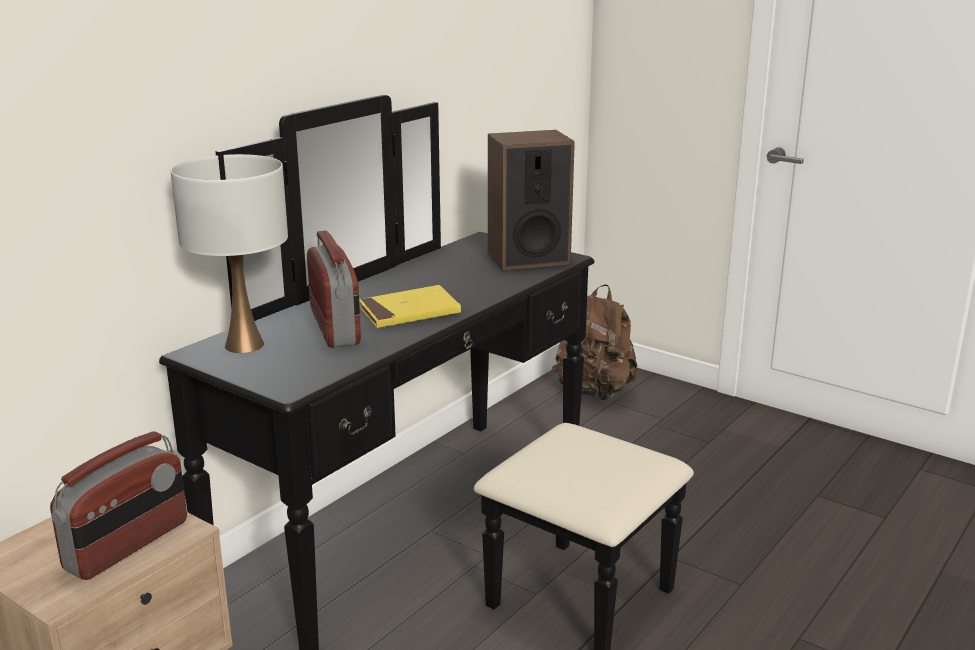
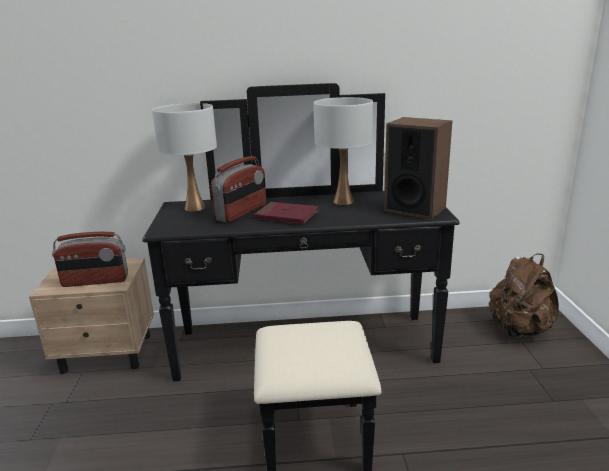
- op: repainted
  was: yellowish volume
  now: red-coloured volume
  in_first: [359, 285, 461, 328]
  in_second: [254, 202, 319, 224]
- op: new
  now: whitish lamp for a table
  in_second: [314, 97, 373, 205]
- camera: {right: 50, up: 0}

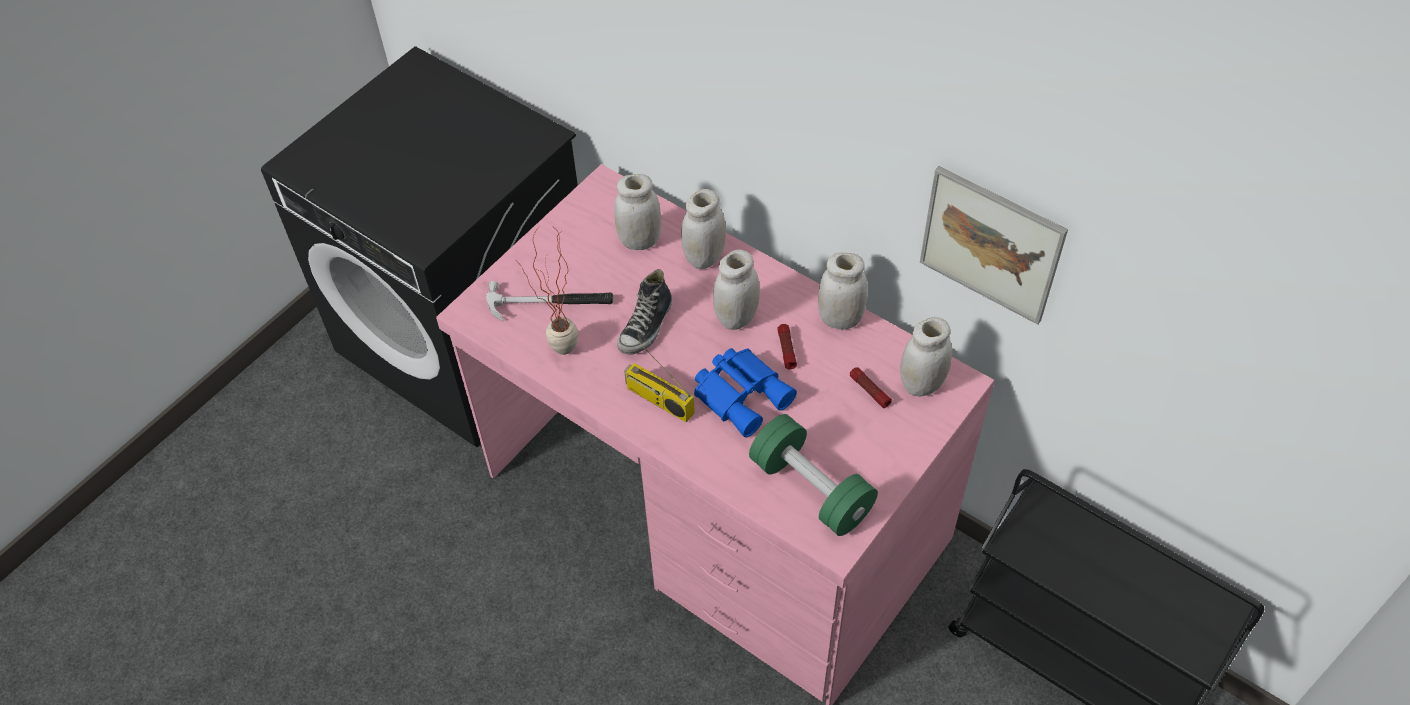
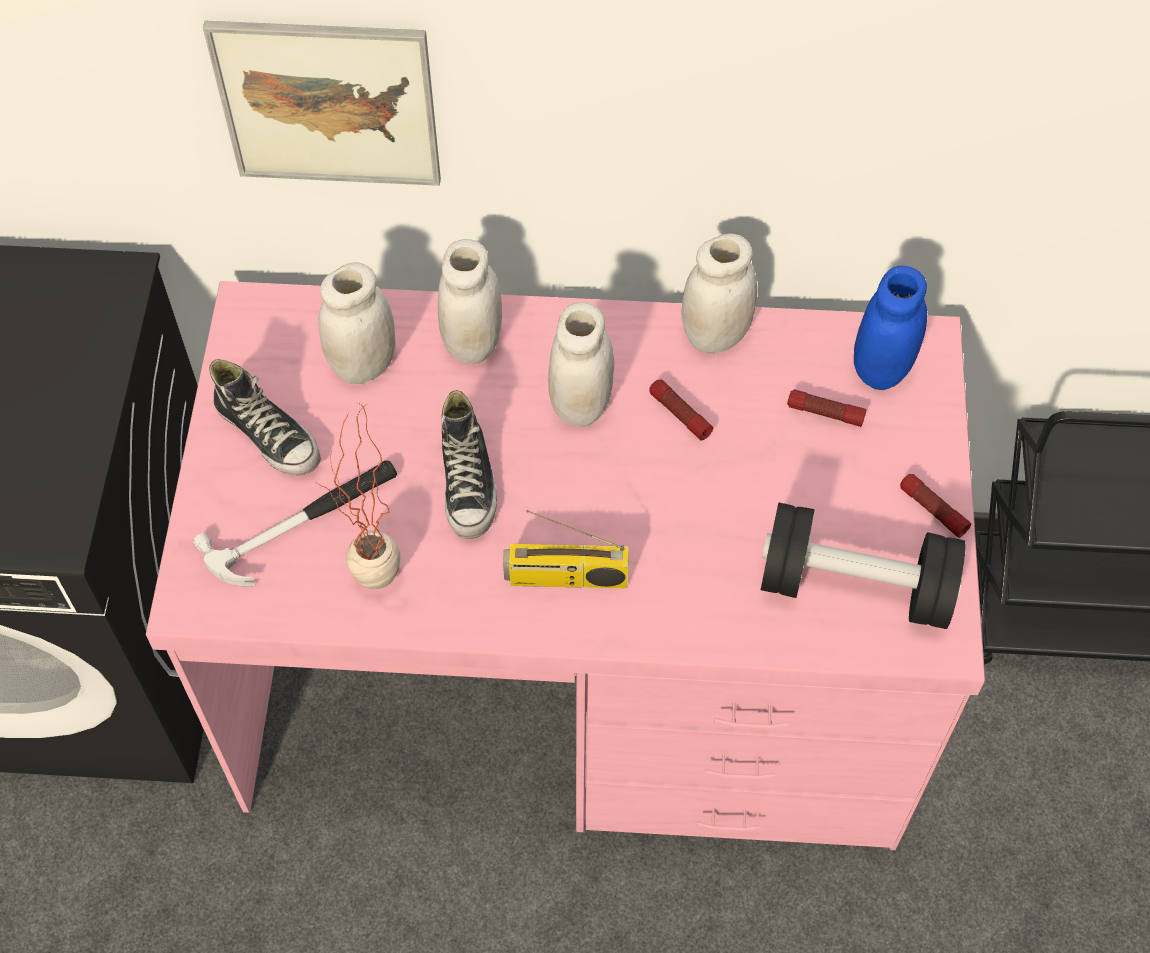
- op: gone
  was: blue-coloured binoculars
  in_first: [694, 348, 797, 437]
- op: repainted
  was: green free weight
  now: black-coloured free weight
  in_first: [749, 414, 878, 536]
  in_second: [761, 502, 965, 629]
- op: repainted
  was: whitish preserve jar
  now: blue-coloured preserve jar
  in_first: [900, 317, 952, 397]
  in_second: [854, 266, 927, 390]
- op: shifted
  was: picture
  in_first: [920, 166, 1068, 325]
  in_second: [203, 21, 441, 186]
- op: new
  now: item of footwear
  in_second: [210, 359, 321, 476]
- op: new
  now: torch
  in_second: [900, 474, 971, 538]
- camera: {right: -35, up: 5}

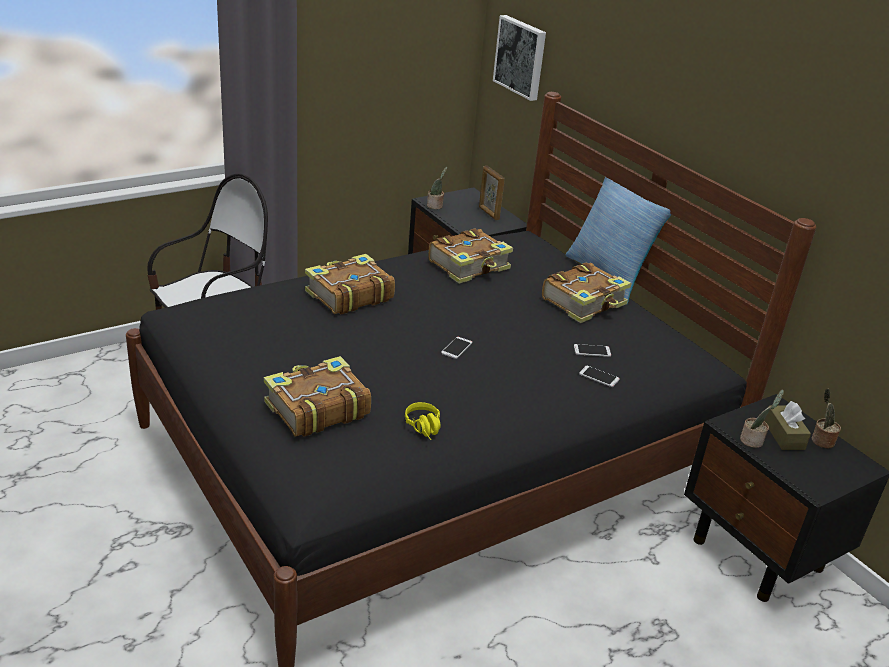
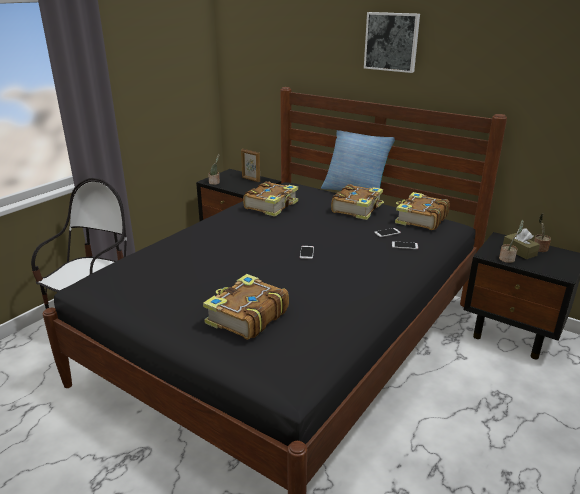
- op: shifted
  was: volume
  in_first: [305, 254, 395, 314]
  in_second: [395, 192, 449, 230]
- op: gone
  was: yellowish headset
  in_first: [405, 402, 441, 440]
- op: shifted
  was: picture
  in_first: [493, 15, 546, 101]
  in_second: [364, 12, 420, 73]
- camera: {right: -20, up: -5}

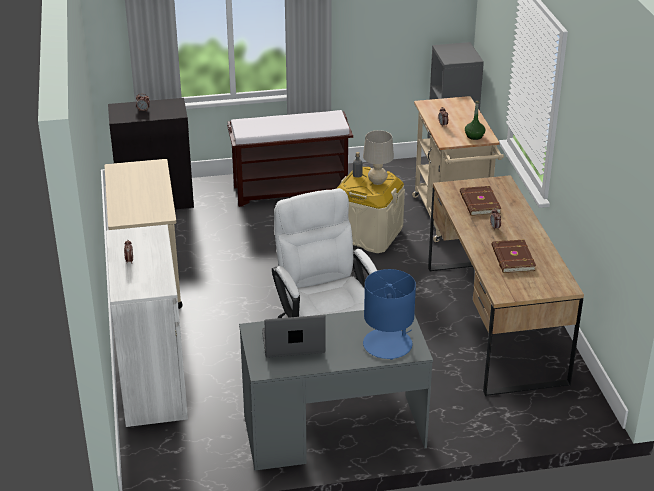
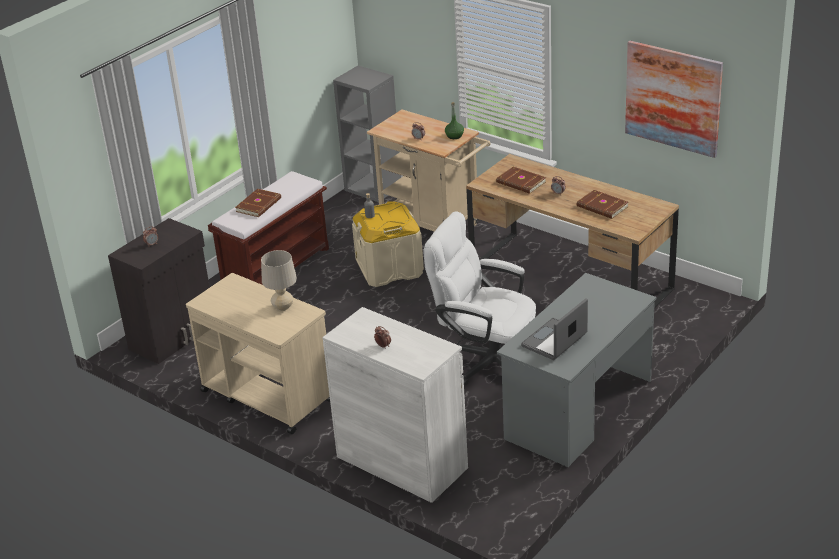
- op: shifted
  was: sand-coloured lamp for a table
  in_first: [363, 130, 394, 185]
  in_second: [261, 250, 297, 311]
- op: gone
  was: blue-coloured lamp for a table
  in_first: [363, 269, 416, 360]
- op: new
  now: brown-coloured volume
  in_second: [235, 189, 281, 217]
- op: new
  now: picture
  in_second: [625, 40, 723, 158]
- camera: {right: -40, up: 0}

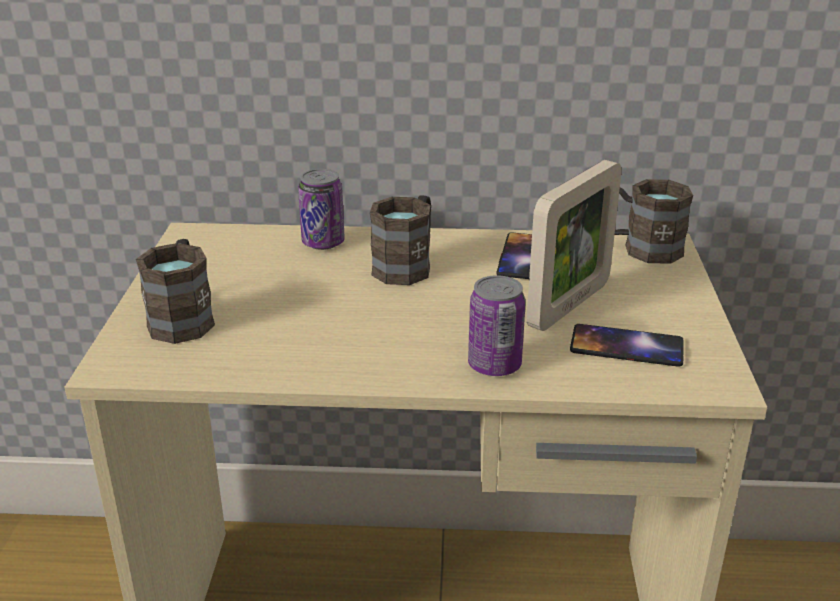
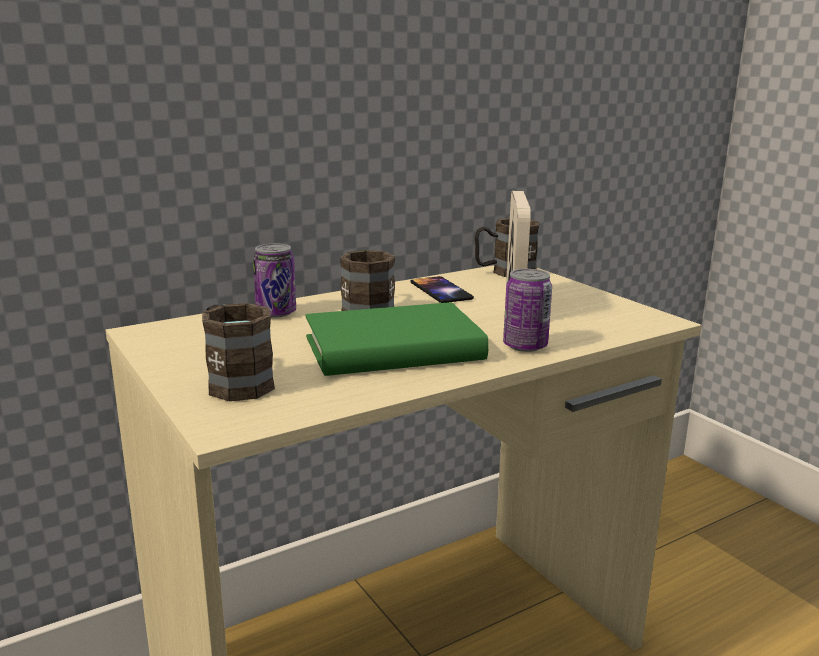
- op: gone
  was: telephone
  in_first: [570, 324, 684, 367]
- op: new
  now: green volume
  in_second: [306, 302, 489, 376]
- camera: {right: -35, up: -10}

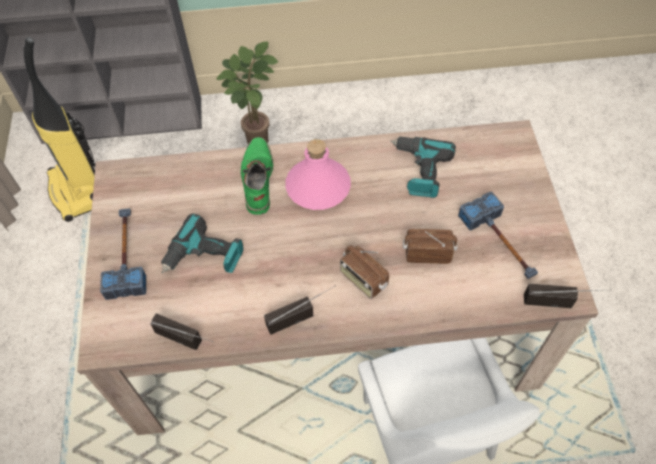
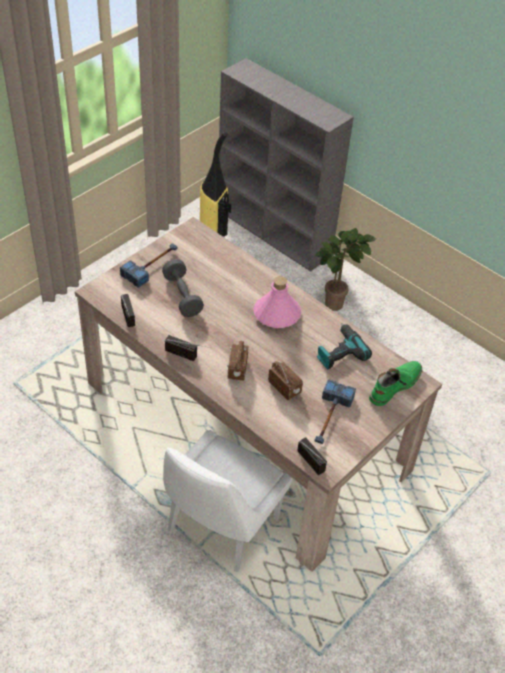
- op: swapped
  was: electric drill
  now: gray free weight
  in_first: [161, 213, 243, 274]
  in_second: [162, 259, 204, 317]
- op: shifted
  was: green tall boot
  in_first: [241, 137, 273, 214]
  in_second: [369, 361, 422, 406]
- camera: {right: 45, up: -10}

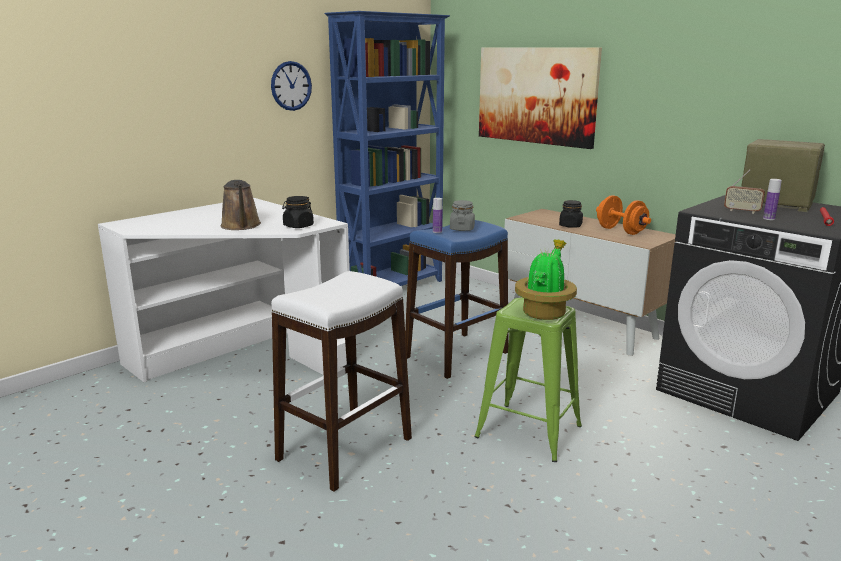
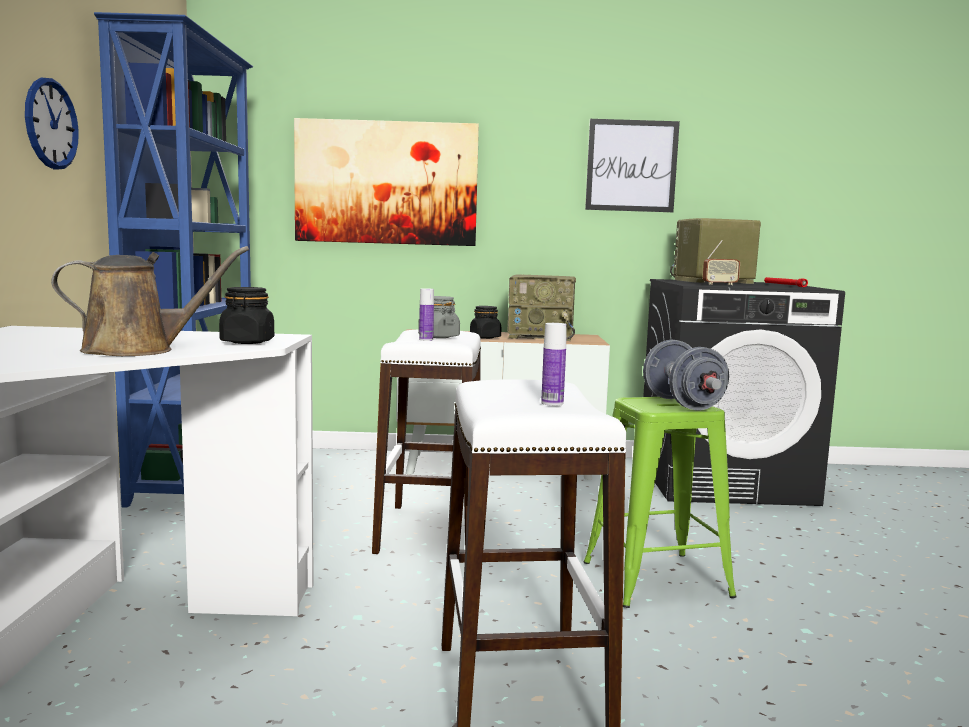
- op: rotated
  was: brown-coloured watering can
  in_first: [221, 180, 261, 230]
  in_second: [51, 246, 249, 356]
  clockwise: -45
- op: repainted
  was: blue-coloured stool
  now: whitish stool
  in_first: [405, 220, 508, 379]
  in_second: [372, 330, 481, 554]
- op: swapped
  was: potted plant
  now: gray free weight
  in_first: [515, 239, 577, 320]
  in_second: [643, 340, 729, 410]
- op: swapped
  was: orangey free weight
  now: radio
  in_first: [596, 195, 651, 235]
  in_second: [507, 274, 576, 341]
- op: shifted
  was: bottle
  in_first: [763, 179, 782, 220]
  in_second: [541, 323, 567, 406]
- op: new
  now: picture
  in_second: [585, 119, 680, 212]
- camera: {right: -45, up: -10}

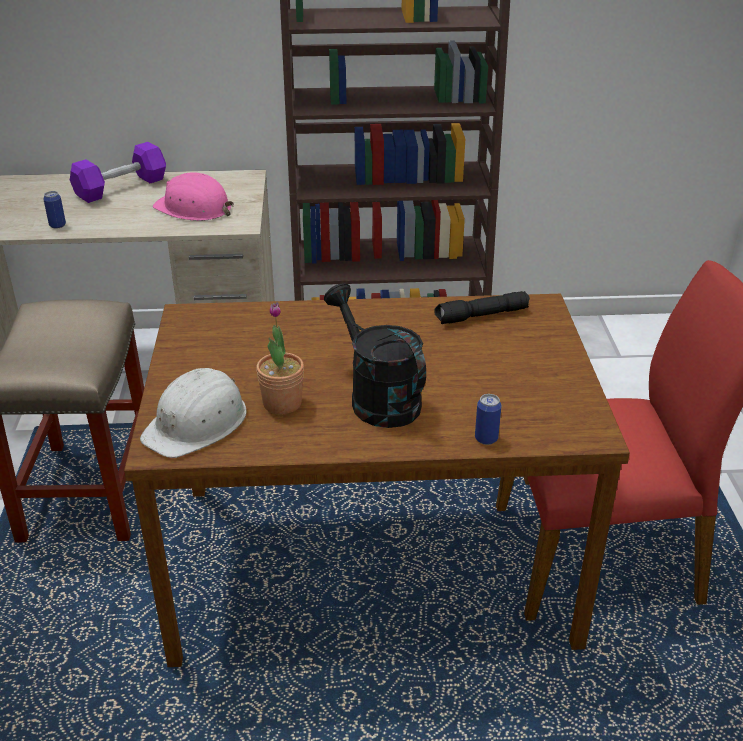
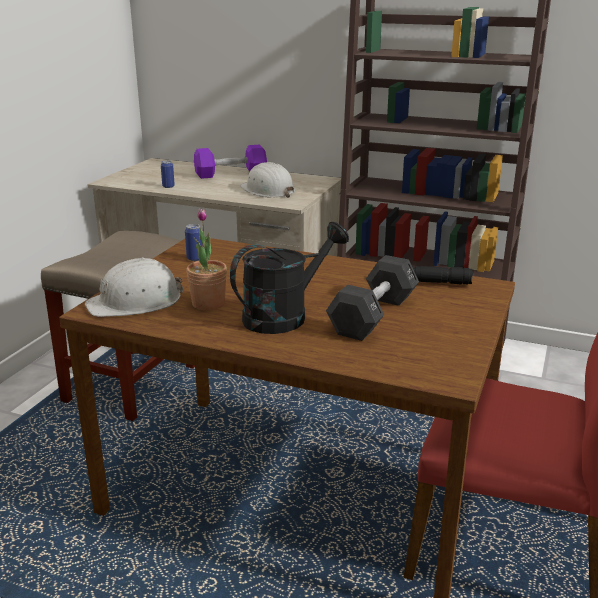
- op: repainted
  was: pinkish safety helmet
  now: whitish safety helmet
  in_first: [153, 172, 234, 221]
  in_second: [240, 162, 295, 198]
- op: rotated
  was: black-coloured watering can
  in_first: [324, 283, 426, 428]
  in_second: [230, 222, 349, 334]
  clockwise: 60
- op: shifted
  was: sealed can
  in_first: [475, 394, 502, 445]
  in_second: [185, 224, 203, 261]
- op: new
  now: black-coloured free weight
  in_second: [326, 255, 419, 341]
- camera: {right: 25, up: -10}

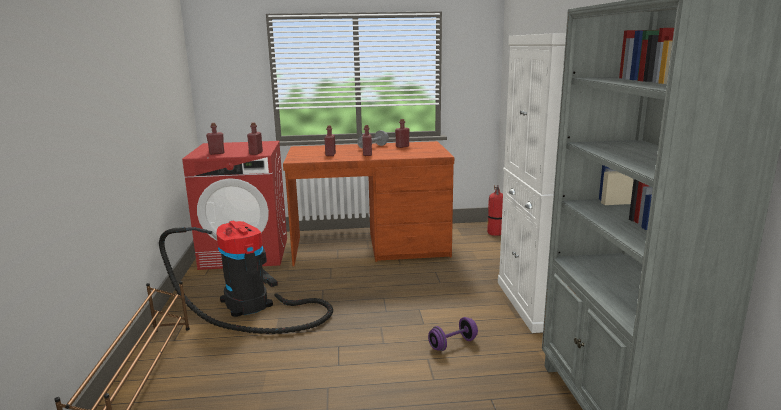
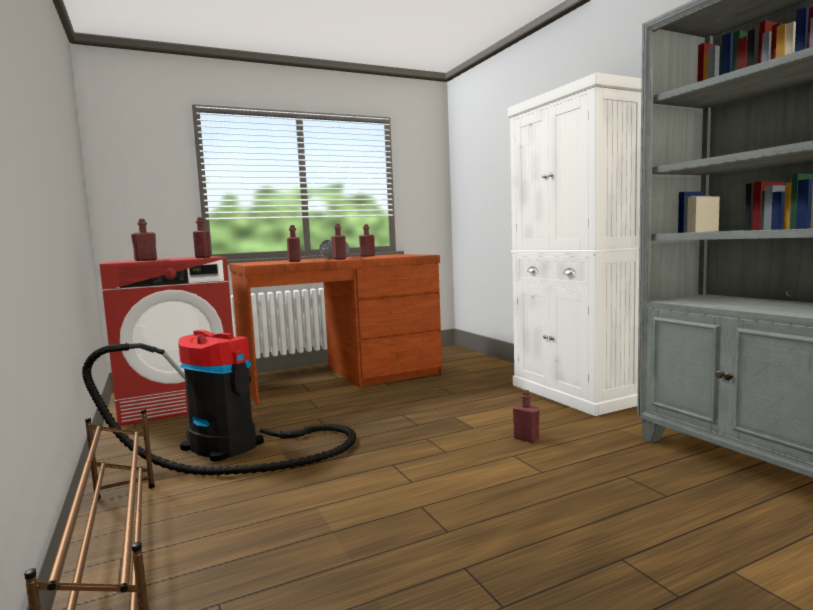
- op: swapped
  was: purplish free weight
  now: red-coloured bottle
  in_first: [428, 317, 478, 351]
  in_second: [513, 390, 540, 443]
- op: gone
  was: fire extinguisher
  in_first: [487, 185, 503, 236]
- camera: {right: -20, up: -10}

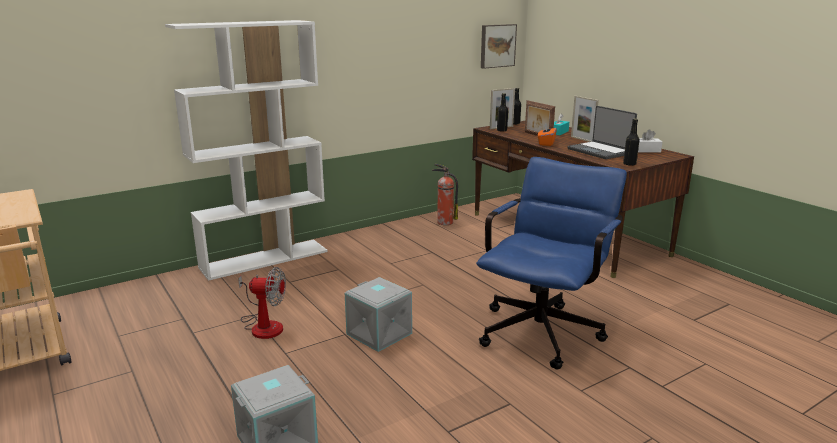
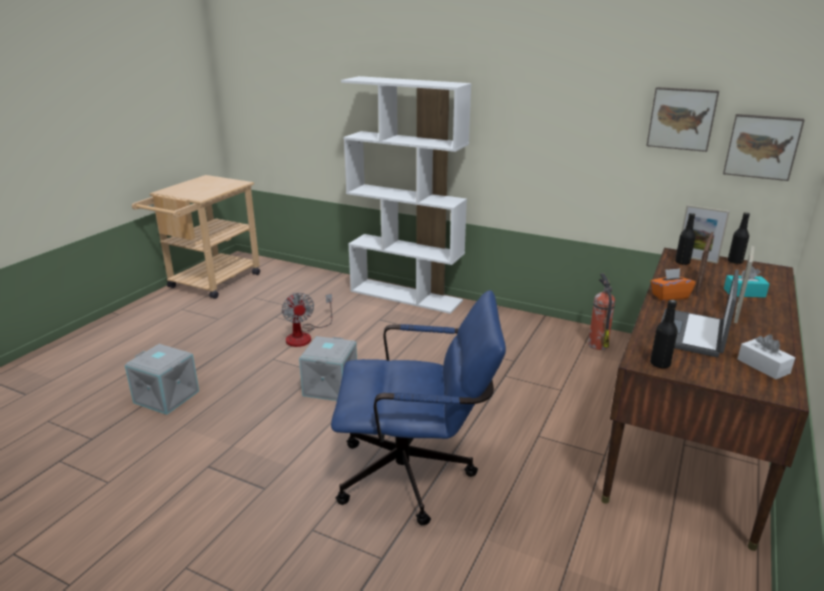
- op: new
  now: picture
  in_second: [647, 87, 719, 152]
- camera: {right: 60, up: 5}

